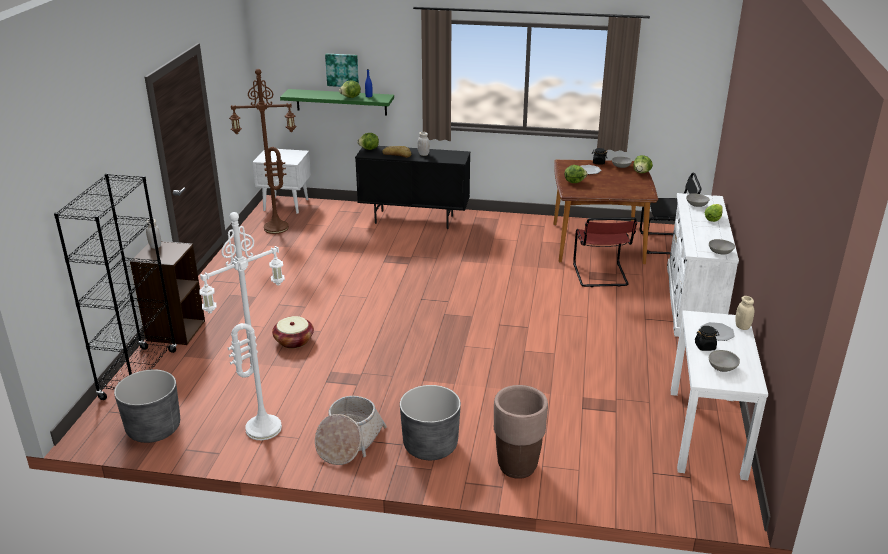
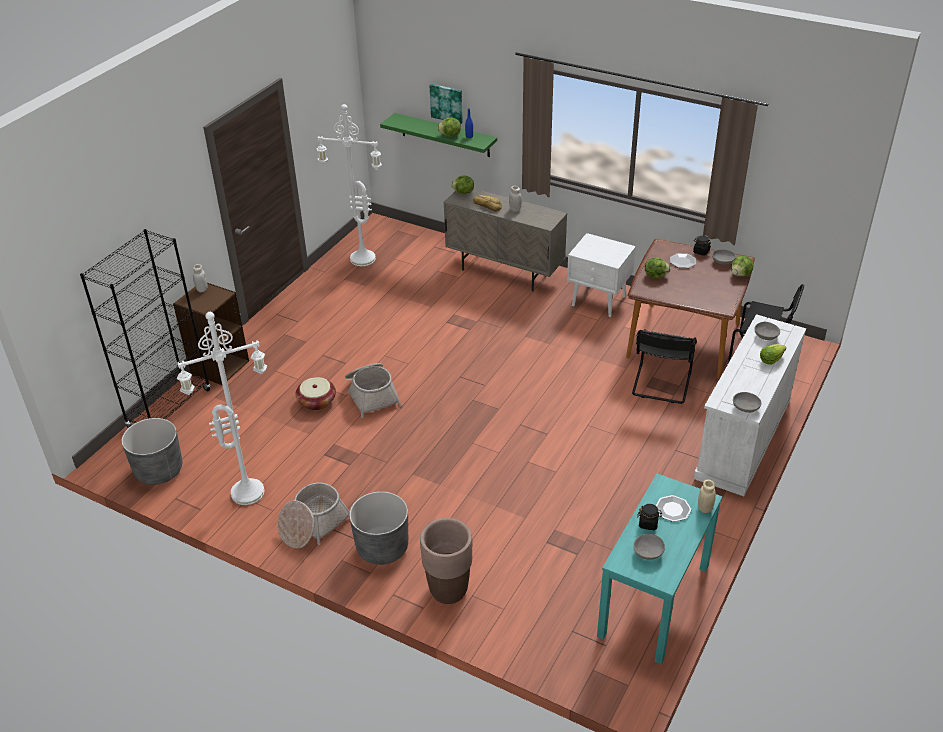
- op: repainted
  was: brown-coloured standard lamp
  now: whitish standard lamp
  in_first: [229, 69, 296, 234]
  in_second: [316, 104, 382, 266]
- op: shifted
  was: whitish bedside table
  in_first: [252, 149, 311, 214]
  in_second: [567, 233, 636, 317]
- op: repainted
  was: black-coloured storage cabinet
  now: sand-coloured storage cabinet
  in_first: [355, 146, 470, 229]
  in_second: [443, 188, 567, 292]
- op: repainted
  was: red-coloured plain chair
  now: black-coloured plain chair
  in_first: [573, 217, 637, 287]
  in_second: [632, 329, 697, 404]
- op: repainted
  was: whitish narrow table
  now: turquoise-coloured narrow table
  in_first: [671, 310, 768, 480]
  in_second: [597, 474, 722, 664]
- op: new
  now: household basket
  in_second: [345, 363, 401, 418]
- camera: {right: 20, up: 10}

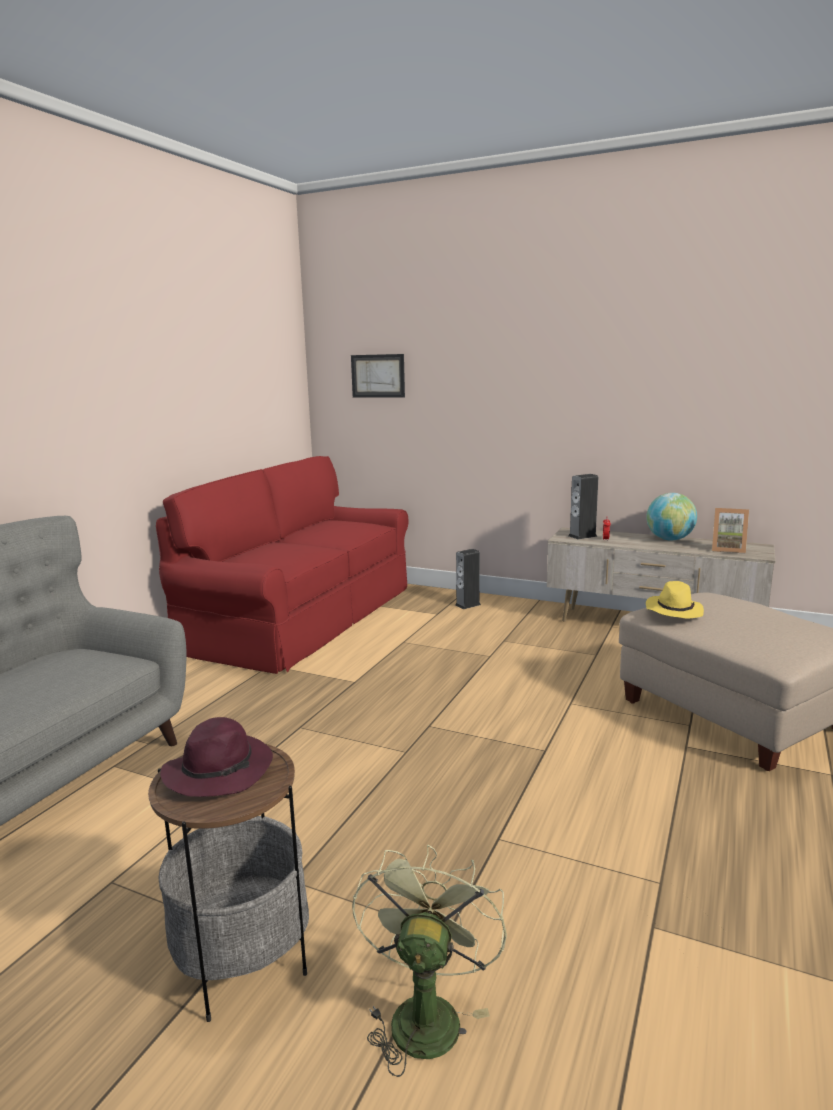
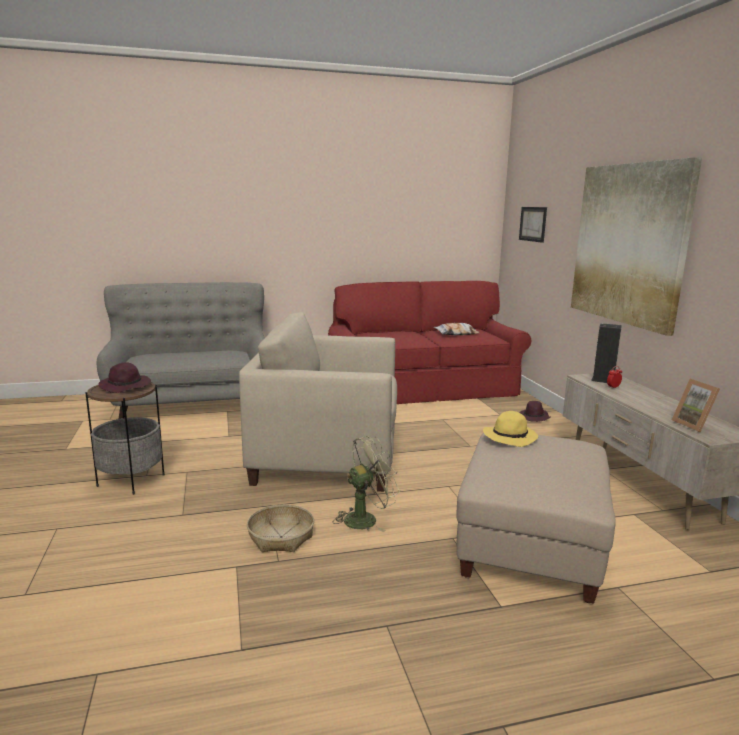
- op: shifted
  was: green fan
  in_first: [352, 845, 507, 1077]
  in_second: [333, 436, 400, 532]
- op: swapped
  was: audio speaker
  now: purplish hat
  in_first: [455, 549, 481, 609]
  in_second: [519, 401, 550, 422]
- op: gone
  was: globe
  in_first: [647, 493, 697, 541]
- op: new
  now: sand-coloured easy chair
  in_second: [239, 312, 397, 492]
- op: new
  now: household basket
  in_second: [247, 504, 314, 552]
- op: new
  now: pillow
  in_second: [434, 323, 479, 335]
- op: new
  now: picture
  in_second: [571, 157, 702, 336]
- camera: {right: 50, up: 0}

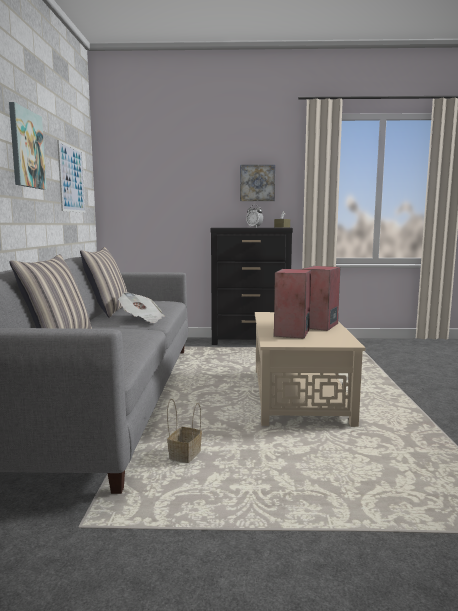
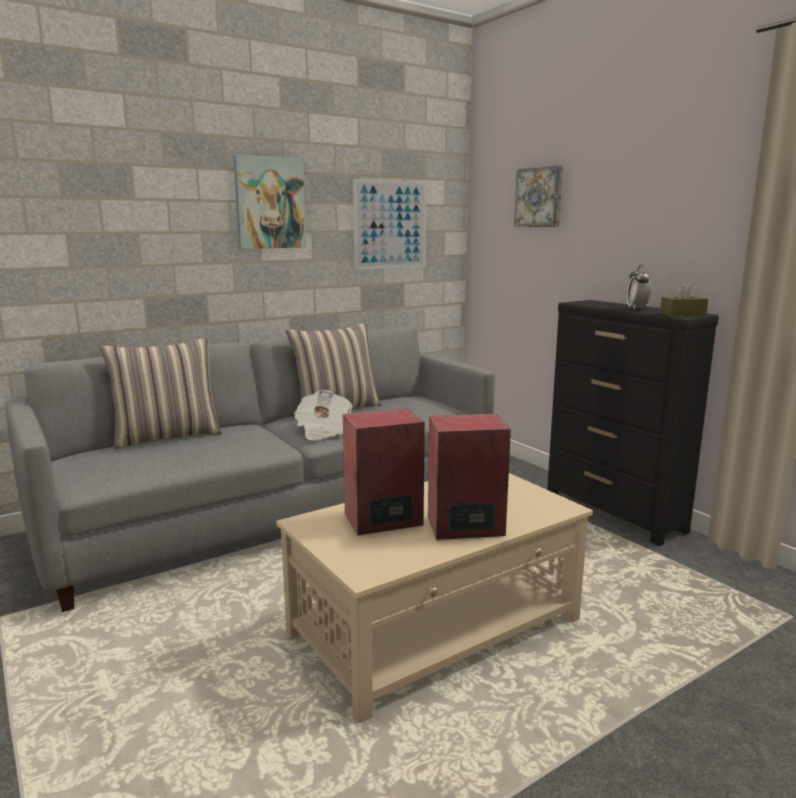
- op: gone
  was: household basket
  in_first: [167, 399, 202, 463]
- op: shifted
  was: picture
  in_first: [240, 165, 275, 201]
  in_second: [514, 165, 563, 227]
- camera: {right: 55, up: 5}

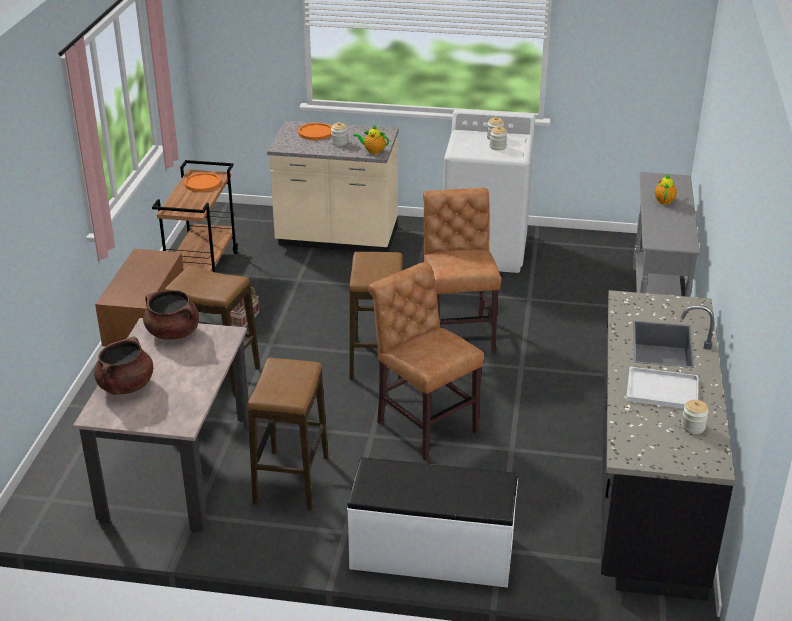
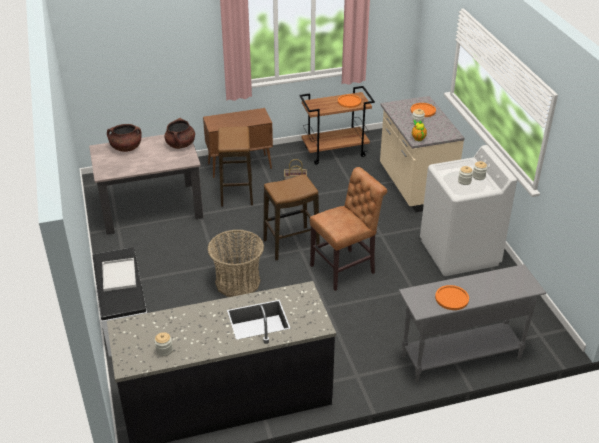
- op: gone
  was: stool
  in_first: [247, 358, 328, 510]
- op: swapped
  was: brown-coloured plain chair
  now: household basket
  in_first: [368, 262, 484, 461]
  in_second: [207, 230, 264, 297]
- op: shifted
  was: whitish serving tray
  in_first: [626, 367, 699, 409]
  in_second: [102, 258, 136, 291]
- op: gone
  was: pot for tea
  in_first: [655, 173, 677, 205]
- op: new
  now: orangey plate
  in_second: [435, 285, 469, 310]
- camera: {right: 65, up: 5}

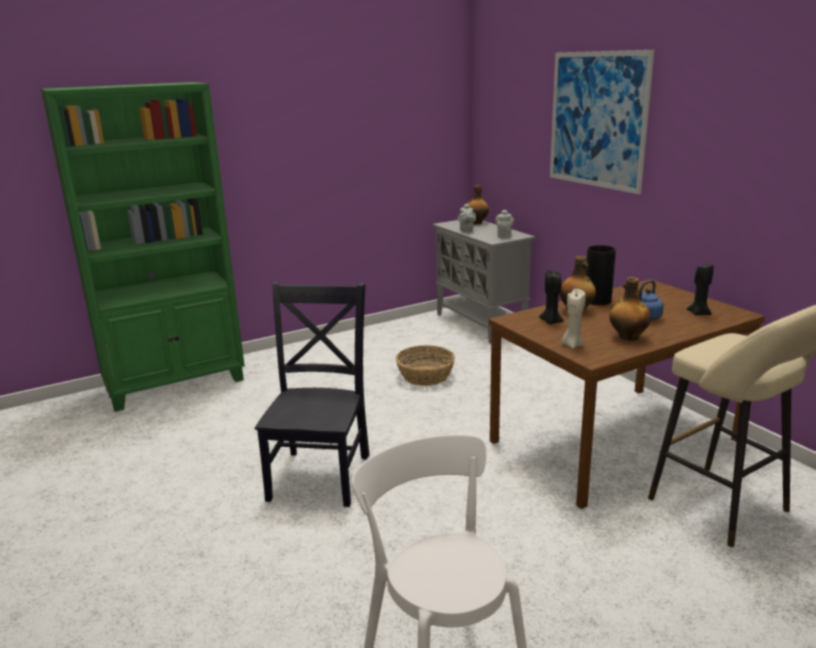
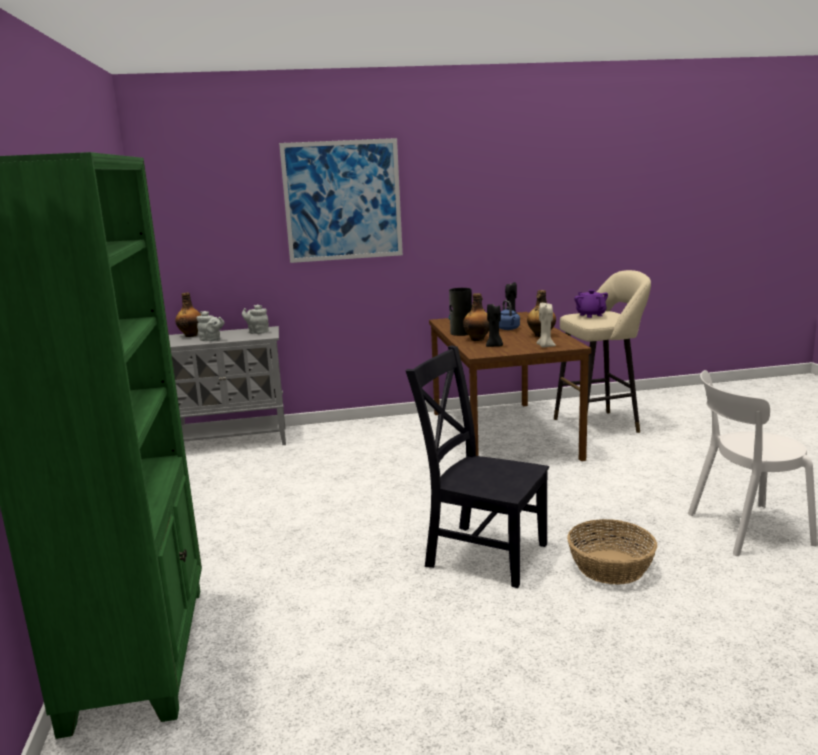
- op: shifted
  was: household basket
  in_first: [396, 345, 455, 386]
  in_second: [567, 519, 657, 585]
- op: new
  now: purplish pot for tea
  in_second: [574, 290, 608, 318]
- camera: {right: -70, up: -5}

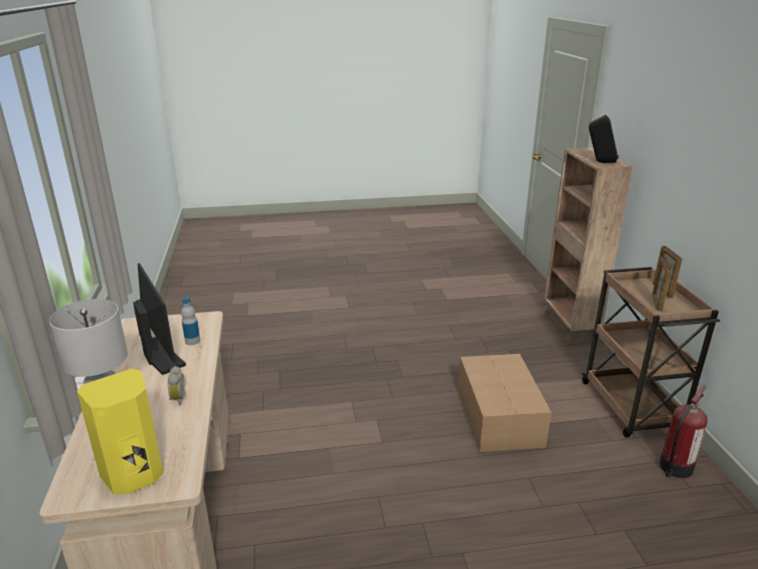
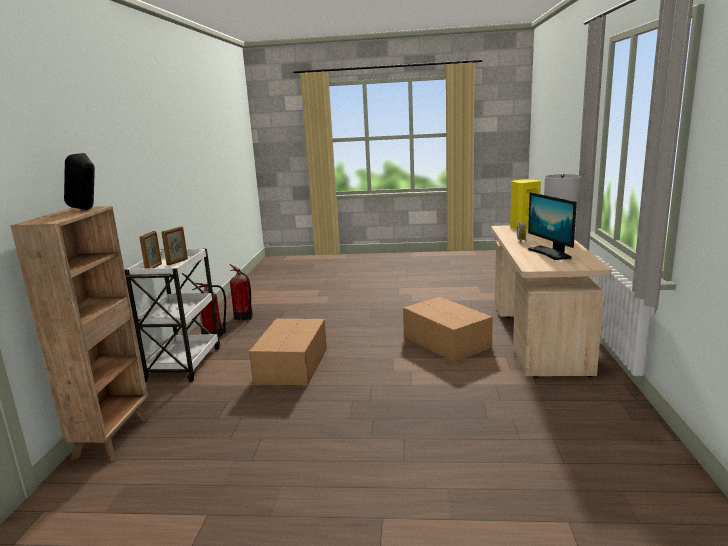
- op: gone
  was: bottle
  in_first: [181, 297, 200, 345]
- op: repainted
  was: brown-coloured trolley
  now: whitish trolley
  in_first: [582, 267, 720, 437]
  in_second: [124, 248, 220, 382]
- op: new
  now: fire extinguisher
  in_second: [230, 264, 253, 321]
- op: new
  now: cardboard box
  in_second: [403, 297, 493, 362]
- camera: {right: -165, up: -10}

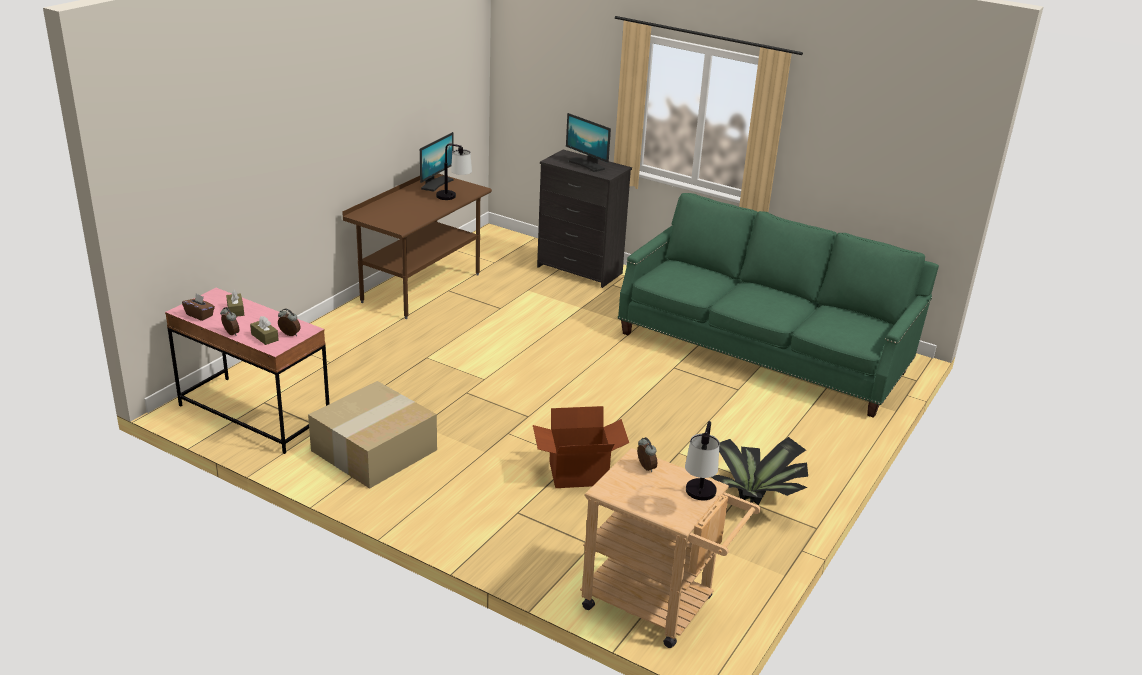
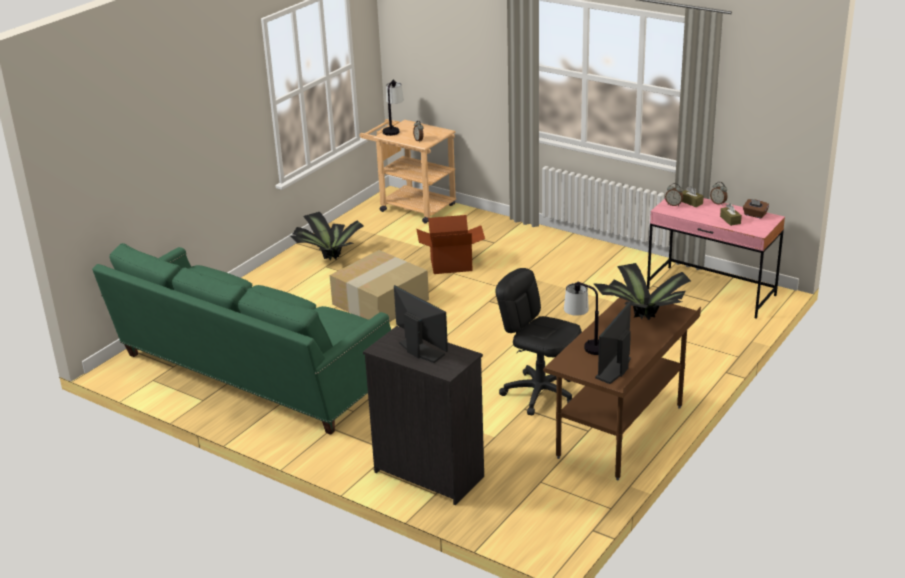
- op: shifted
  was: cardboard box
  in_first: [308, 381, 437, 489]
  in_second: [330, 250, 429, 322]
- op: new
  now: black-coloured office chair
  in_second: [496, 268, 582, 415]
- op: new
  now: potted plant
  in_second: [593, 263, 691, 320]
- camera: {right: -175, up: 0}

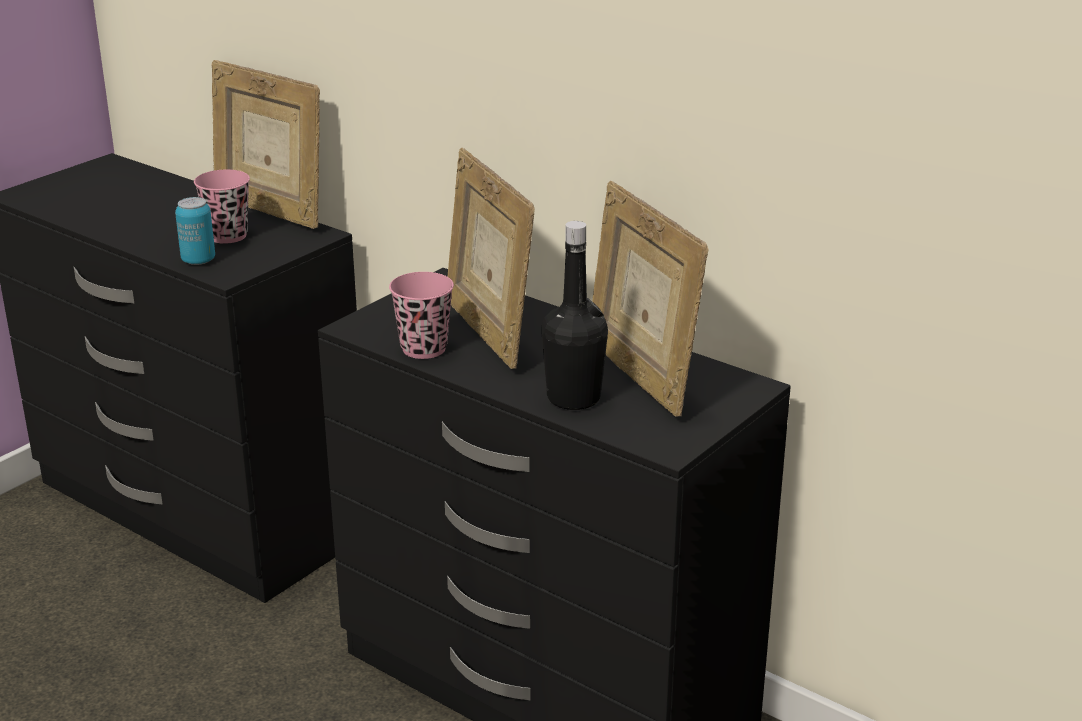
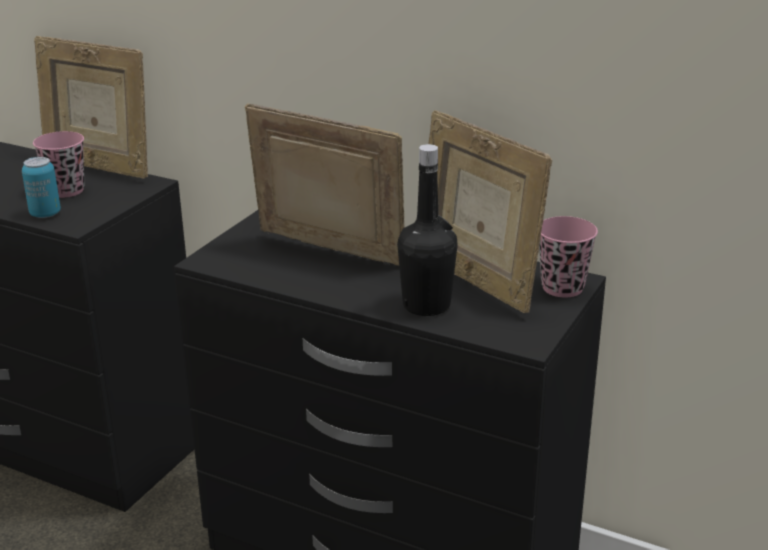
- op: shifted
  was: pinkish cup
  in_first: [389, 272, 454, 359]
  in_second: [539, 216, 598, 297]
- op: rotated
  was: photo frame
  in_first: [447, 148, 535, 369]
  in_second: [245, 103, 405, 266]
  clockwise: 150
- camera: {right: -10, up: 0}

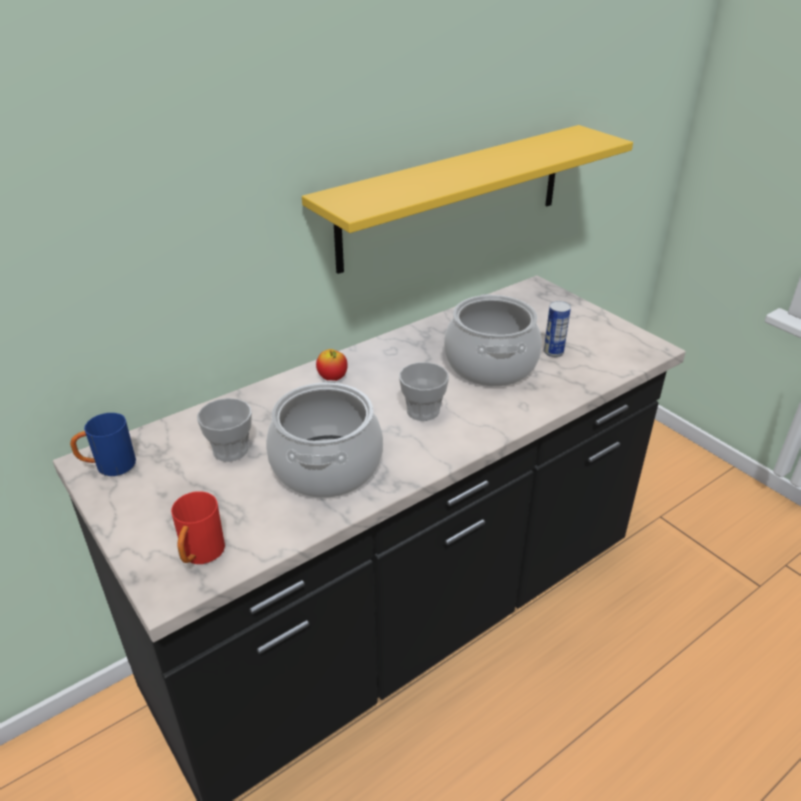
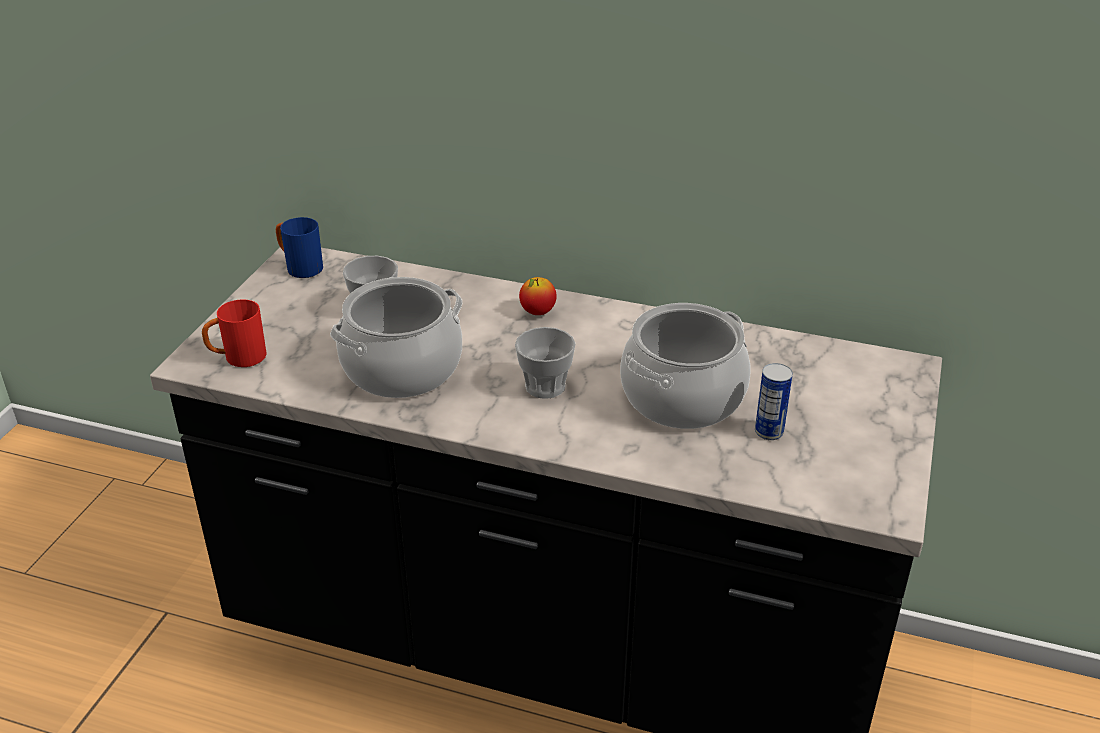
- op: gone
  was: yellowish bracket shelf
  in_first: [302, 125, 633, 274]
- camera: {right: 55, up: 0}

